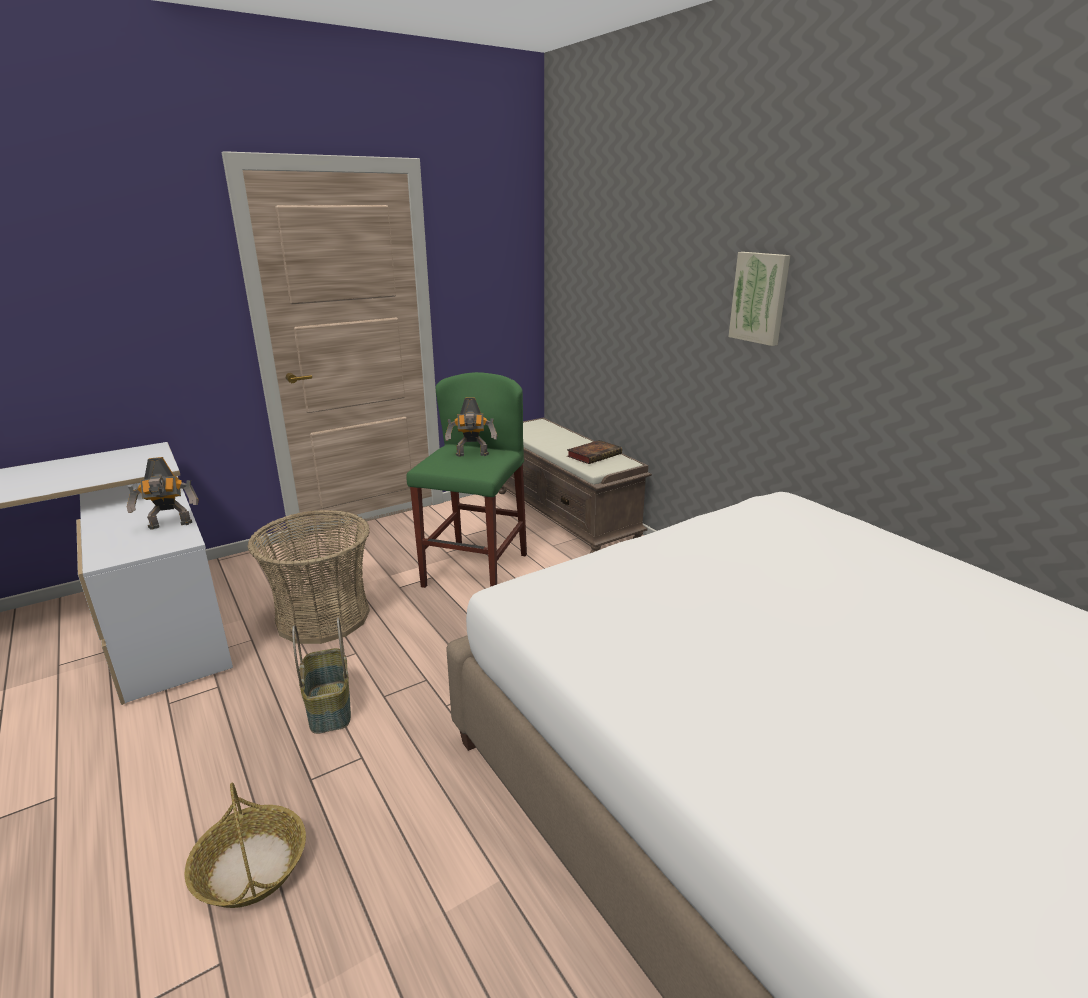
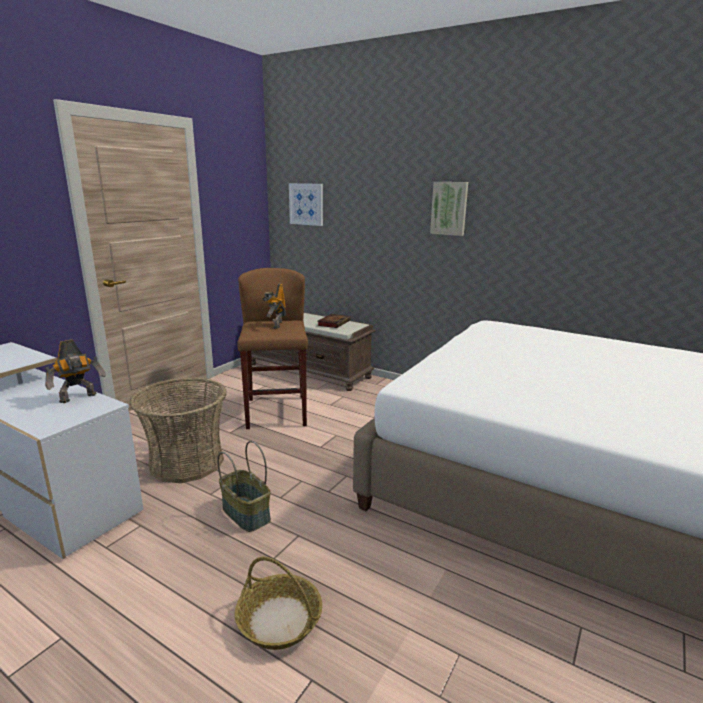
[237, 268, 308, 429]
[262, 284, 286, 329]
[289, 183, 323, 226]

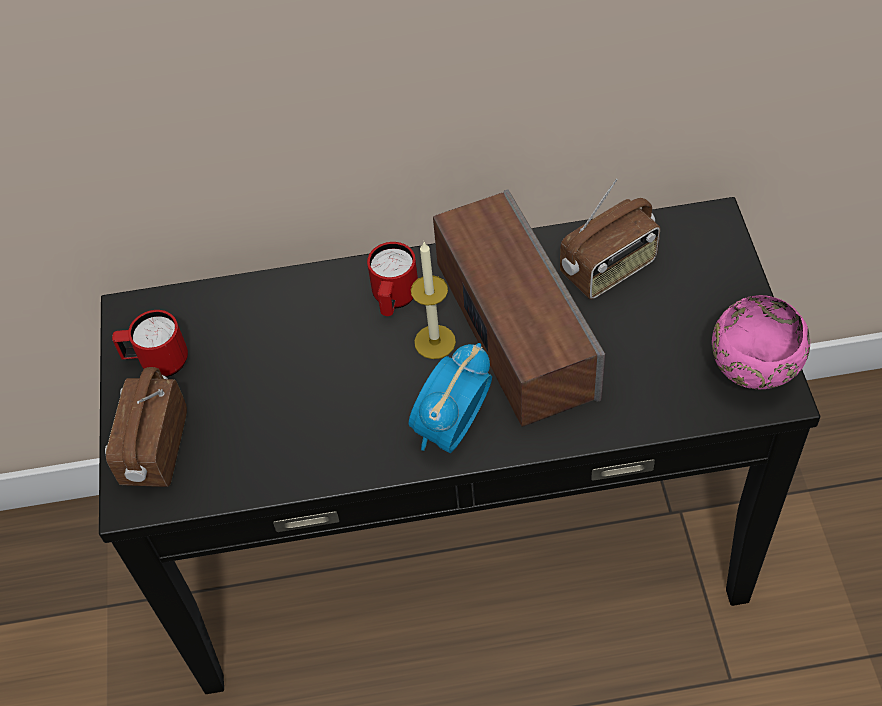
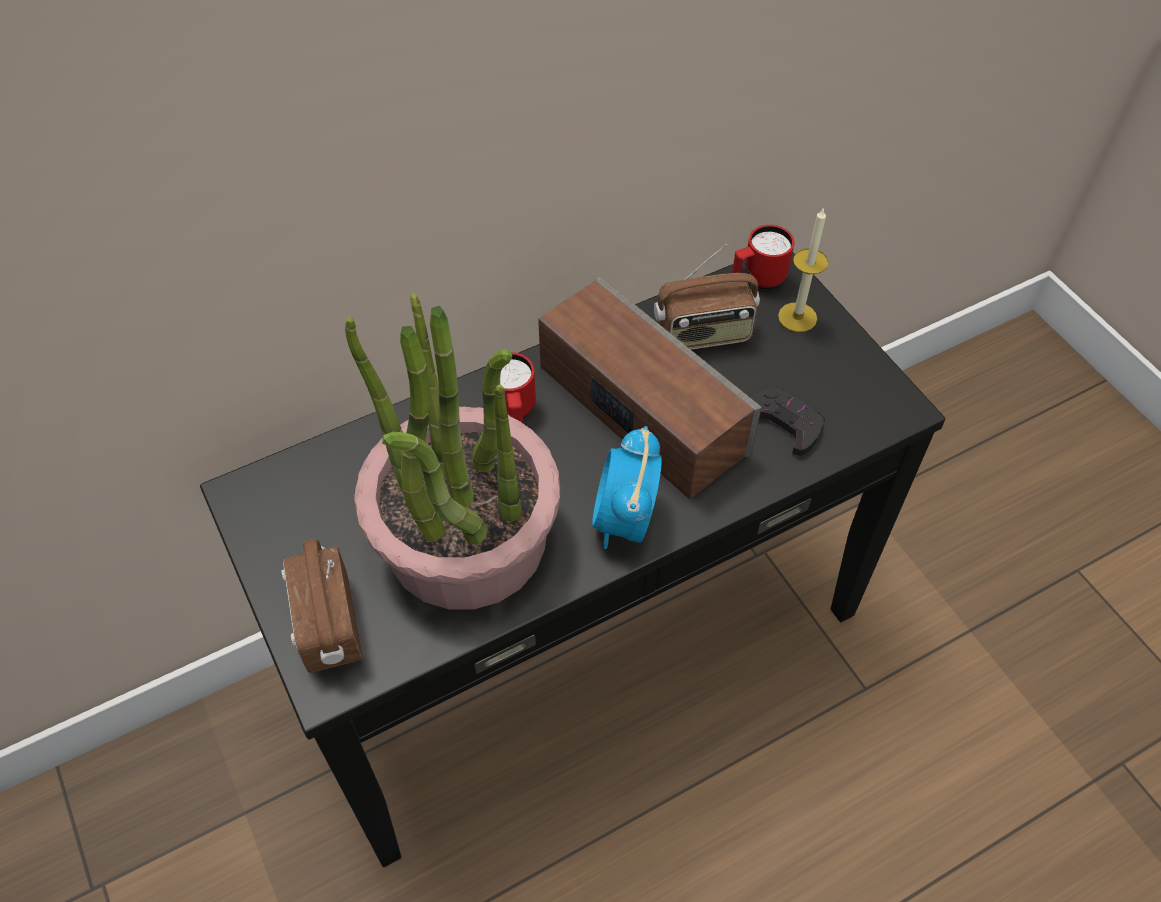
[732, 225, 795, 289]
[778, 207, 829, 332]
[654, 244, 760, 350]
[712, 295, 810, 389] (first image)
[345, 293, 561, 609]
[751, 386, 825, 456]

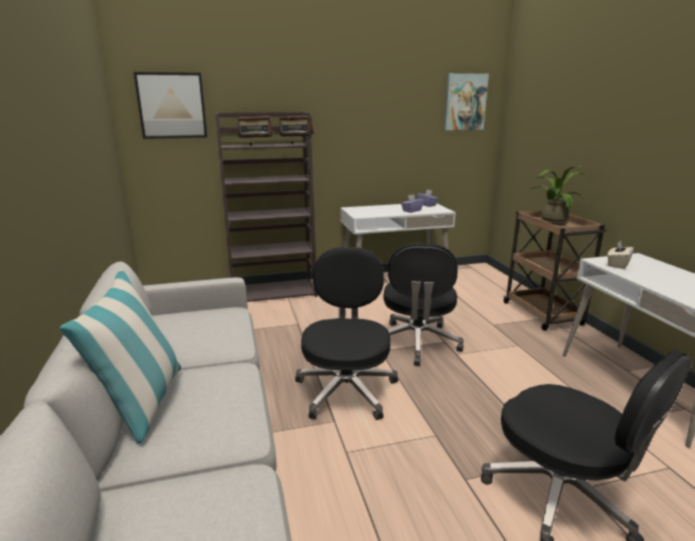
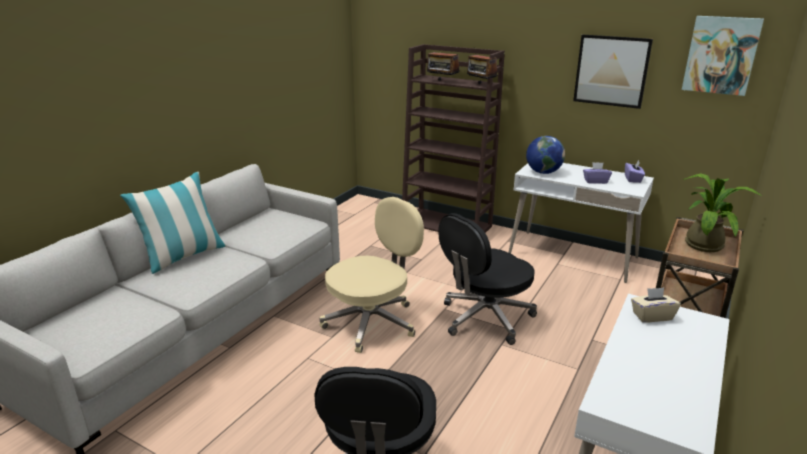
[573, 34, 653, 109]
[319, 197, 424, 353]
[526, 136, 565, 174]

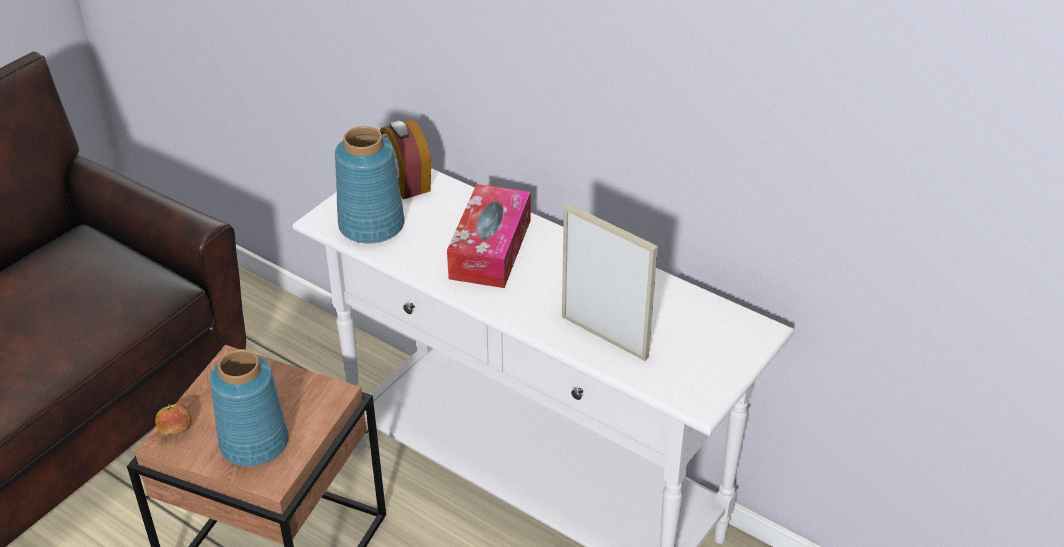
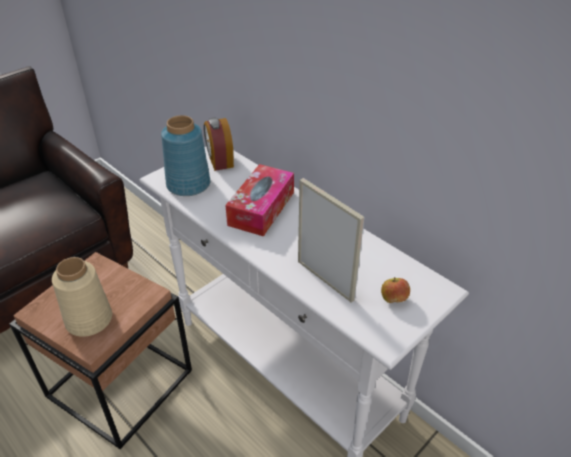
[381, 277, 410, 303]
[52, 257, 112, 337]

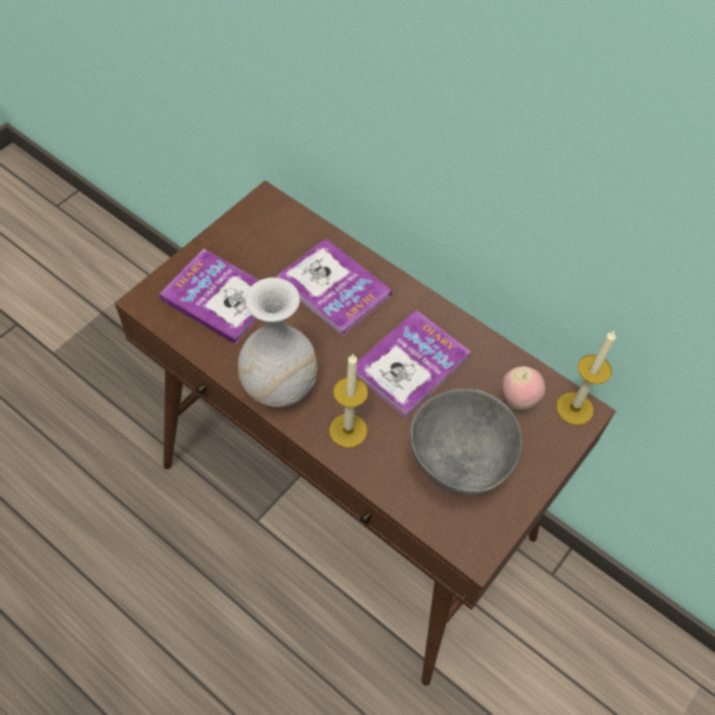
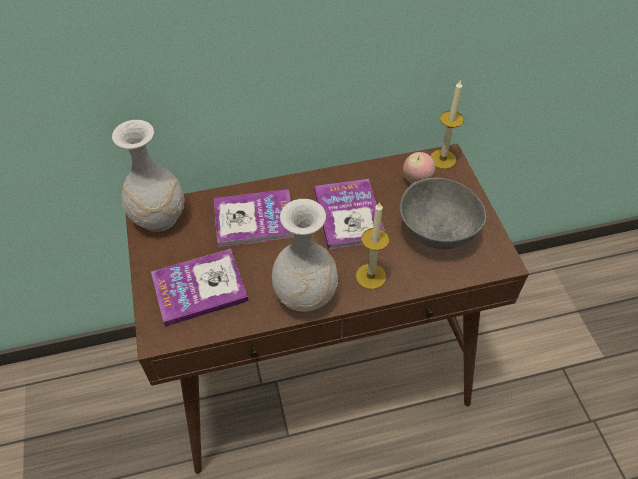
[112, 120, 185, 232]

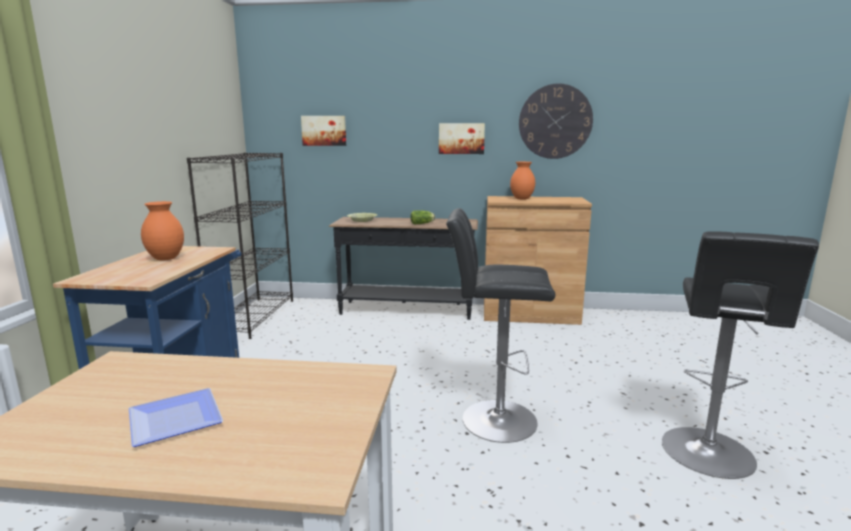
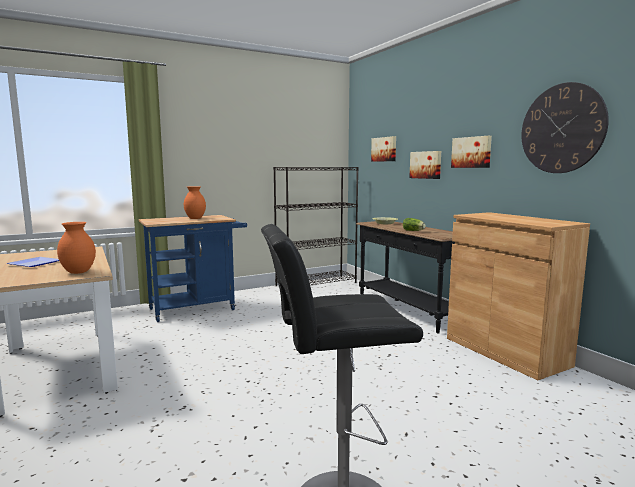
[446, 208, 555, 443] (first image)
[57, 222, 96, 274]
[409, 151, 441, 179]

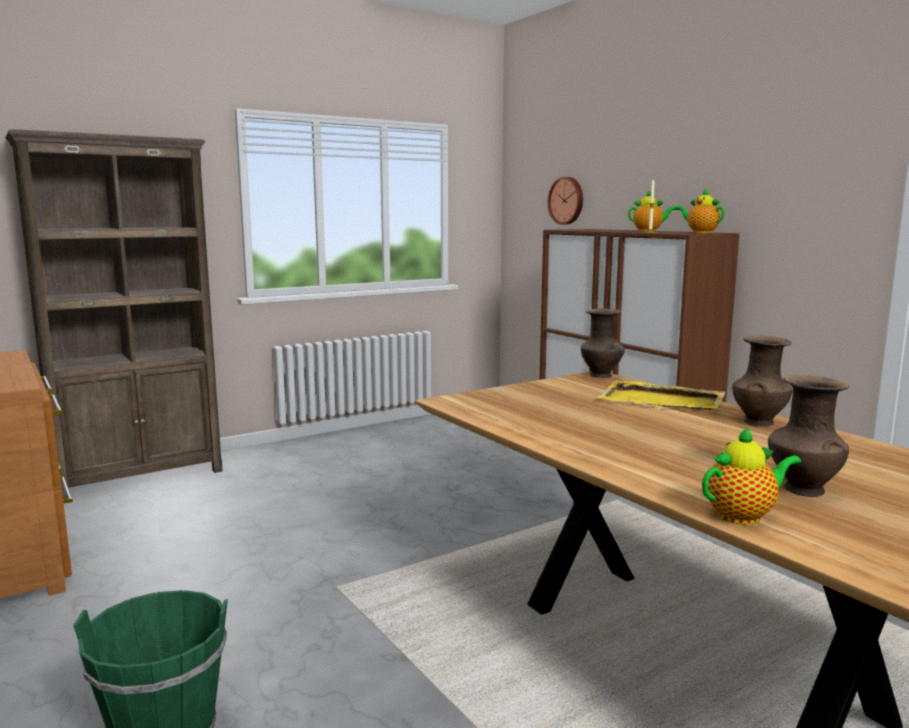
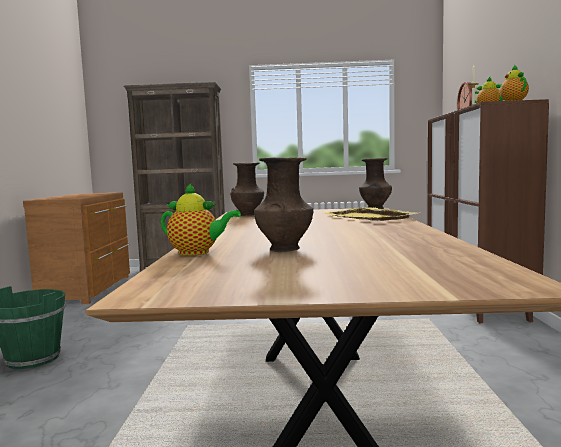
[230, 162, 264, 216]

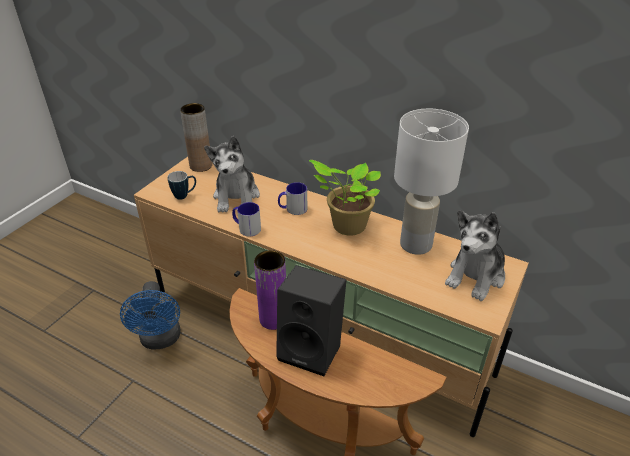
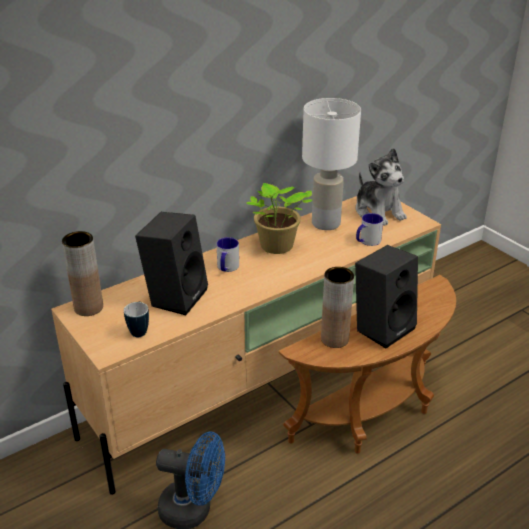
[135, 212, 208, 315]
[356, 213, 383, 246]
[321, 267, 354, 348]

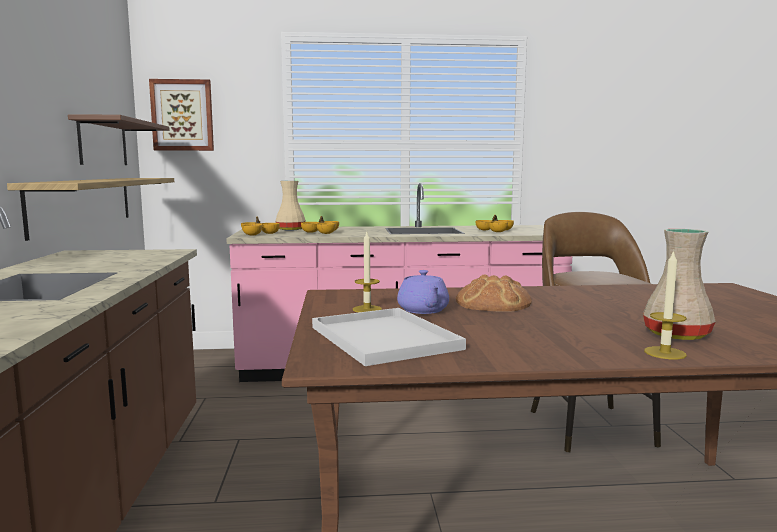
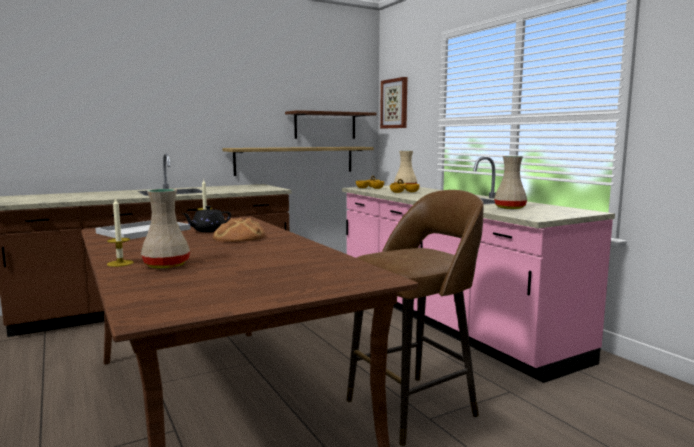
[183, 206, 231, 232]
[494, 156, 527, 209]

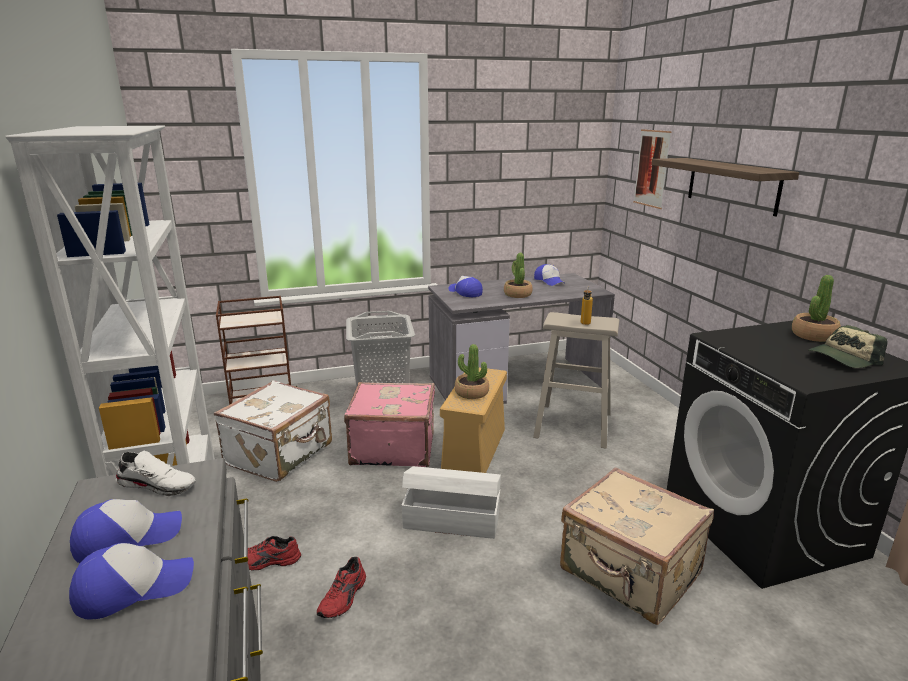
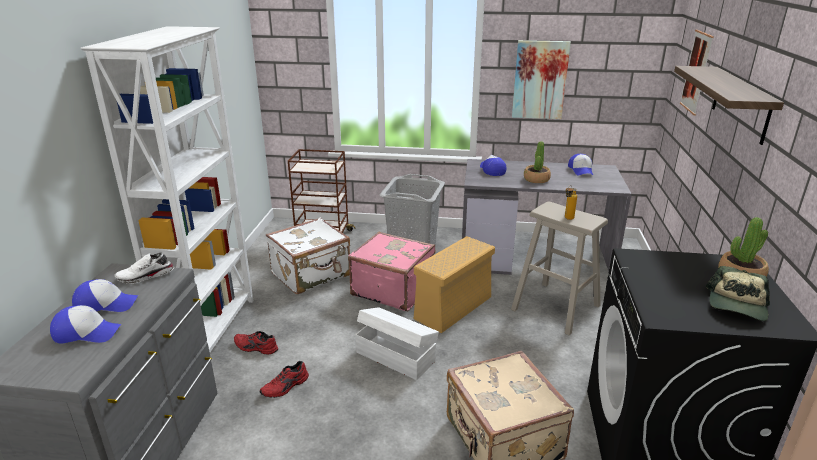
[114, 252, 174, 284]
[455, 344, 489, 399] (first image)
[705, 266, 770, 321]
[512, 40, 571, 119]

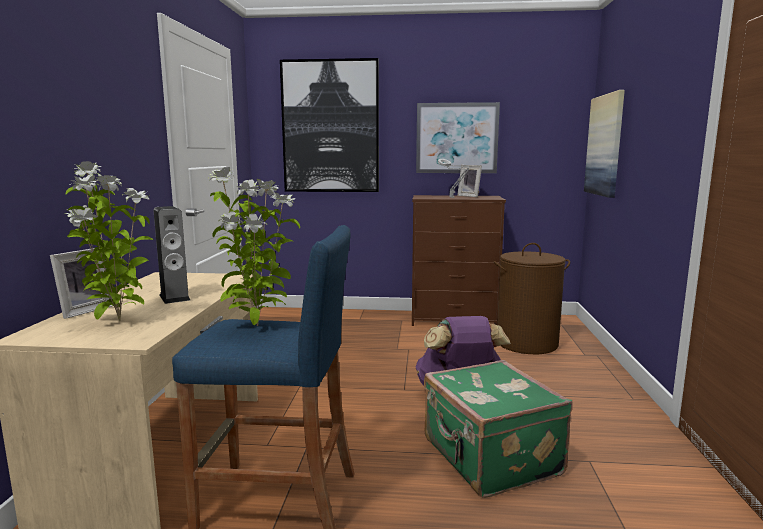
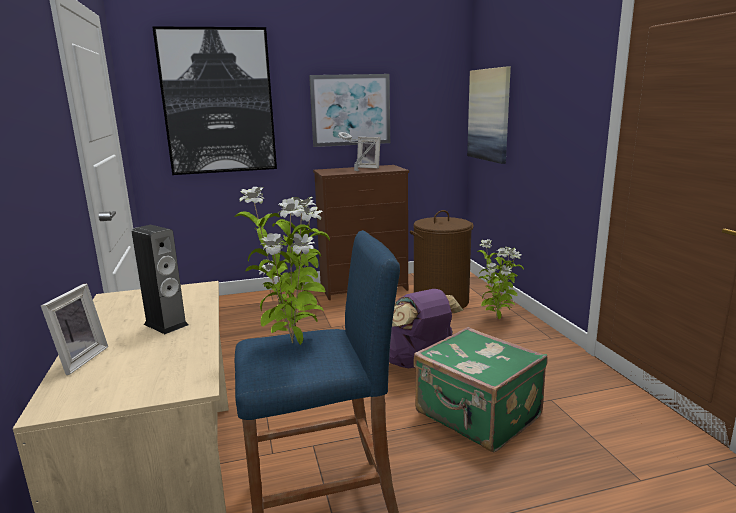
[477, 239, 524, 319]

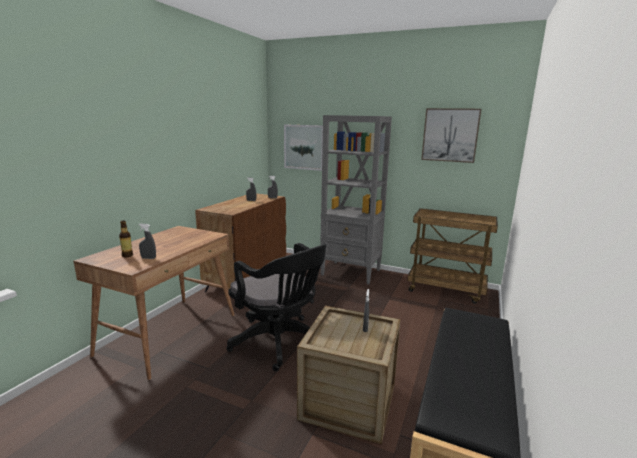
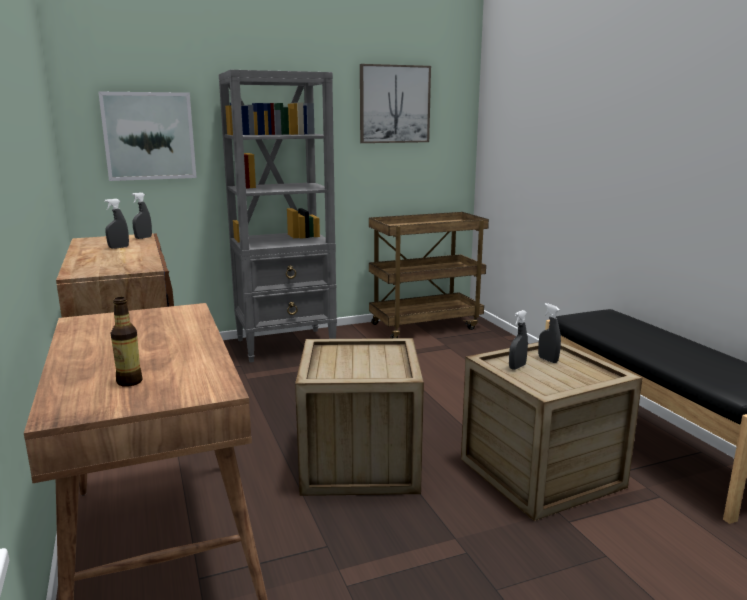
[509, 310, 528, 370]
[295, 338, 424, 496]

